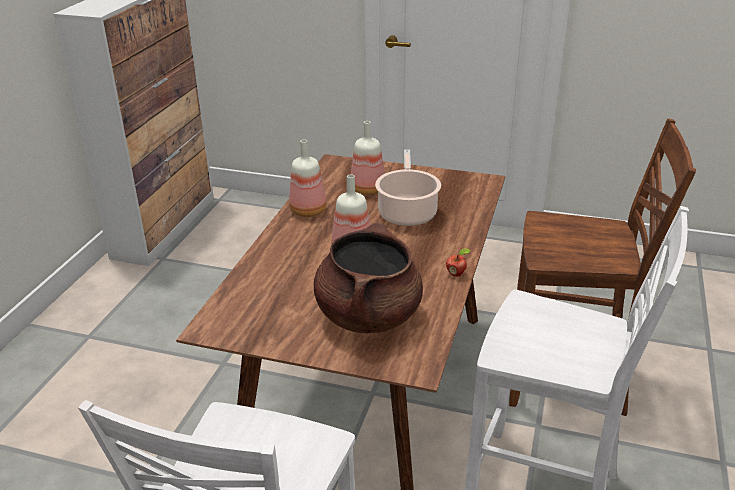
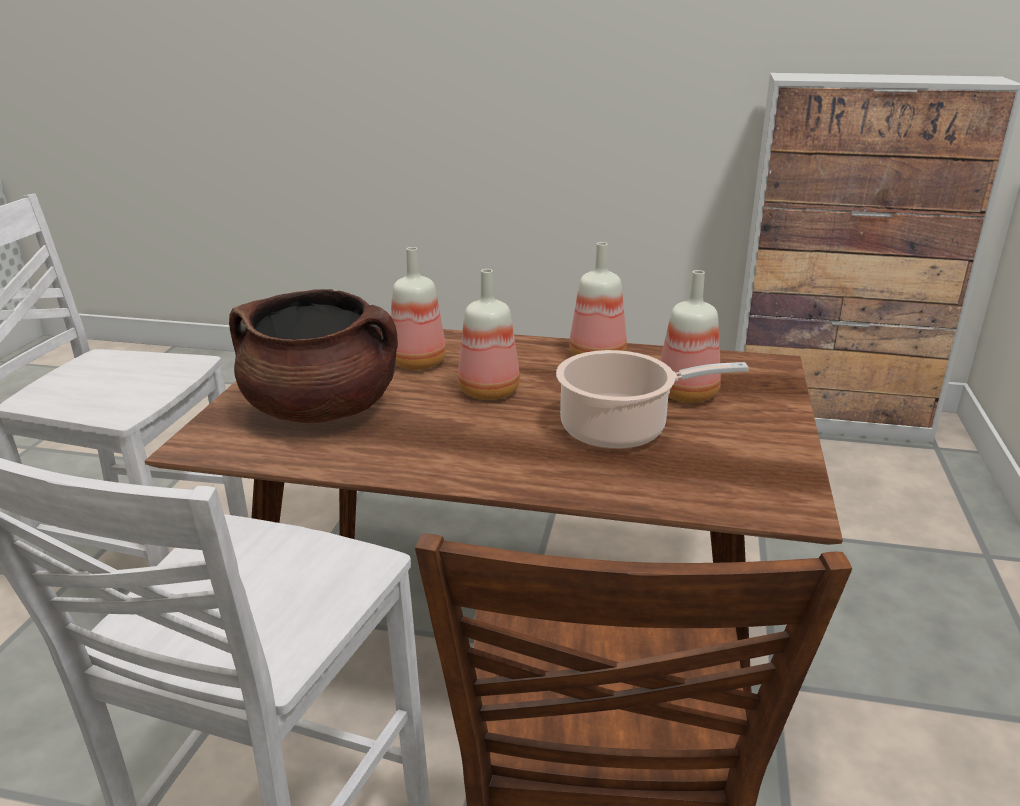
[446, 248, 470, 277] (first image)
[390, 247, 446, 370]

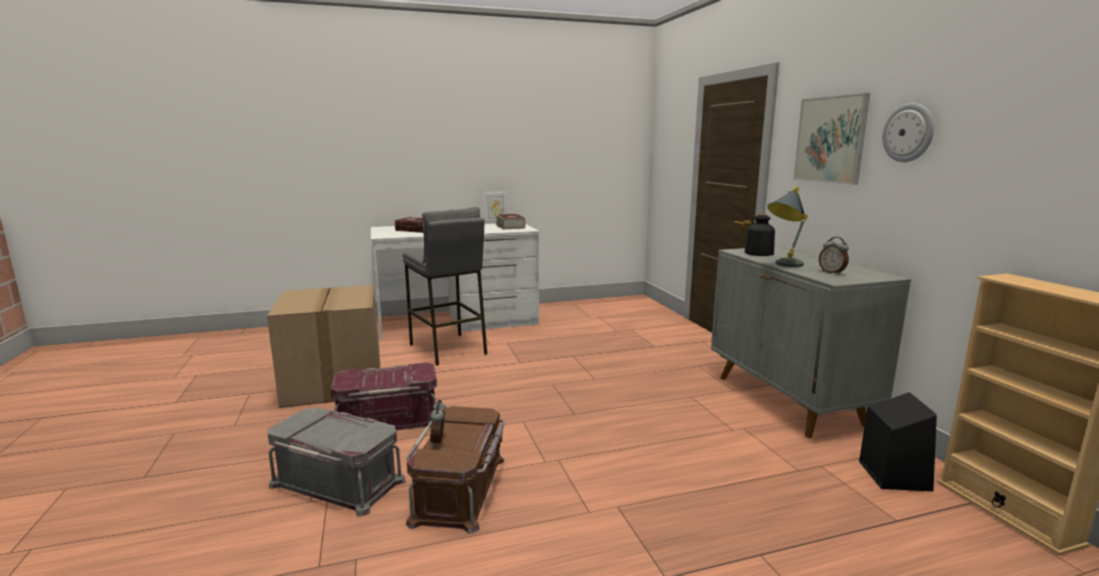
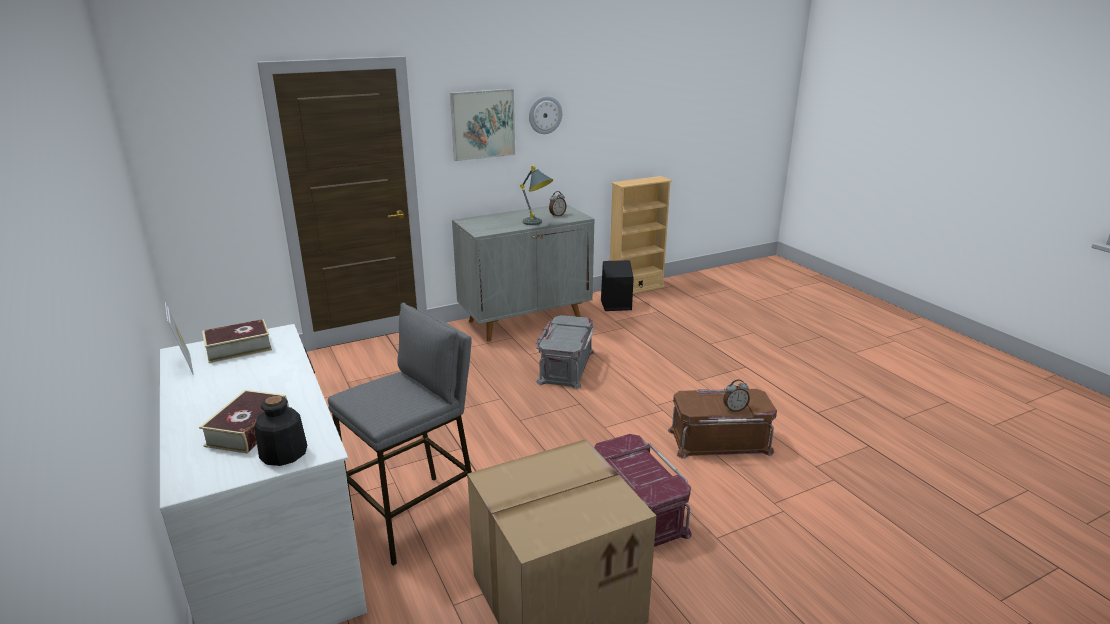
[536, 315, 595, 389]
[254, 396, 307, 466]

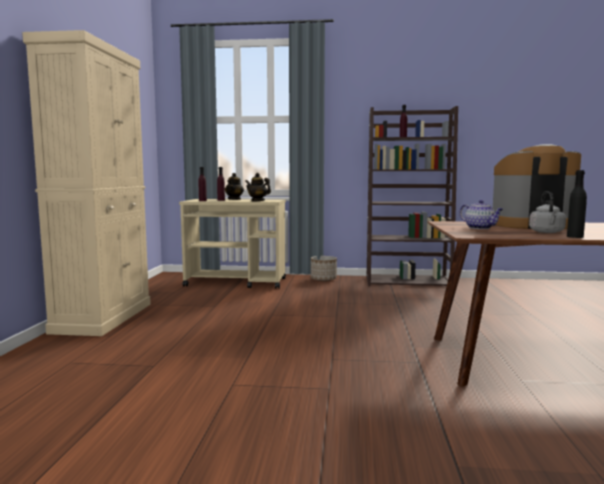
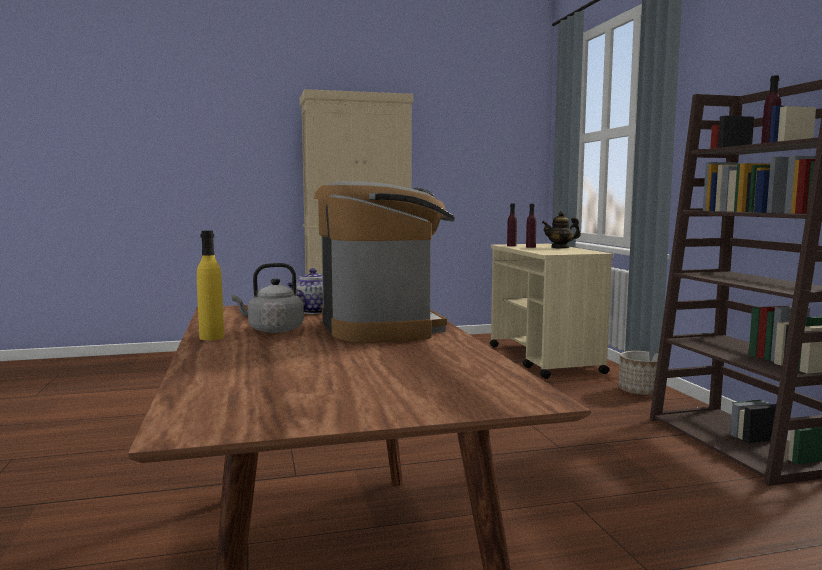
[245, 173, 271, 201] (first image)
[197, 230, 224, 340]

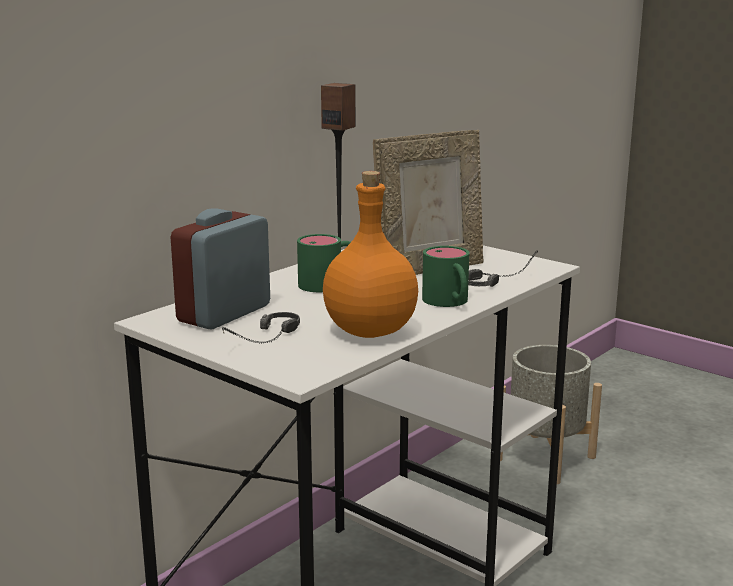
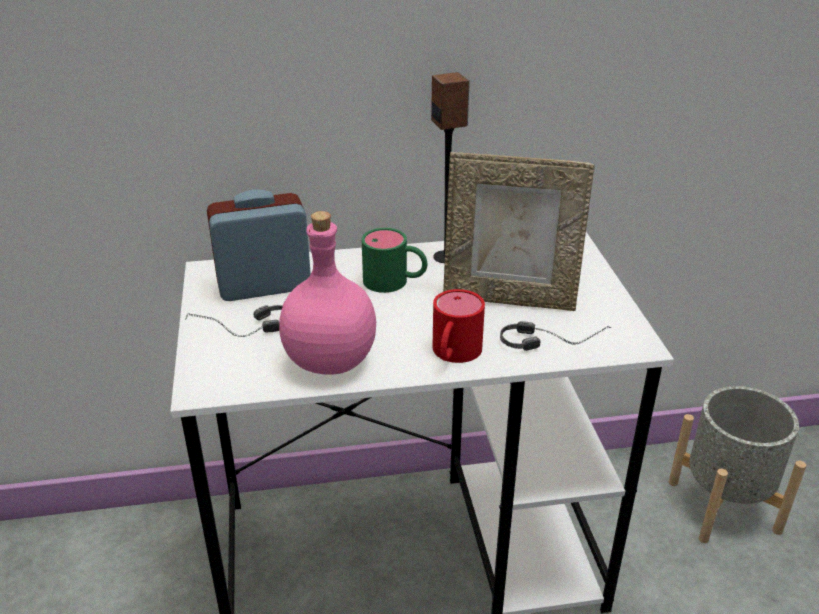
[279, 211, 376, 374]
[433, 289, 485, 363]

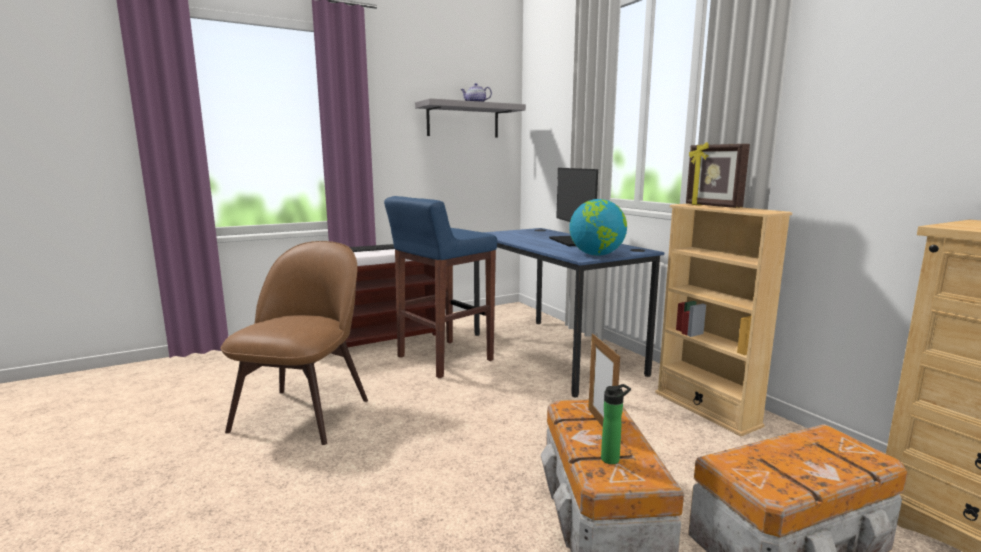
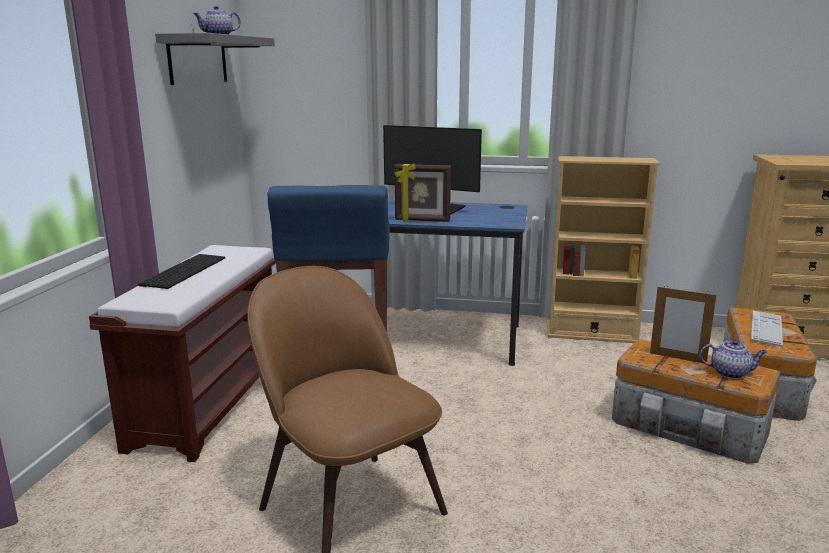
[569, 199, 627, 256] (first image)
[700, 340, 767, 379]
[395, 164, 451, 222]
[751, 311, 783, 347]

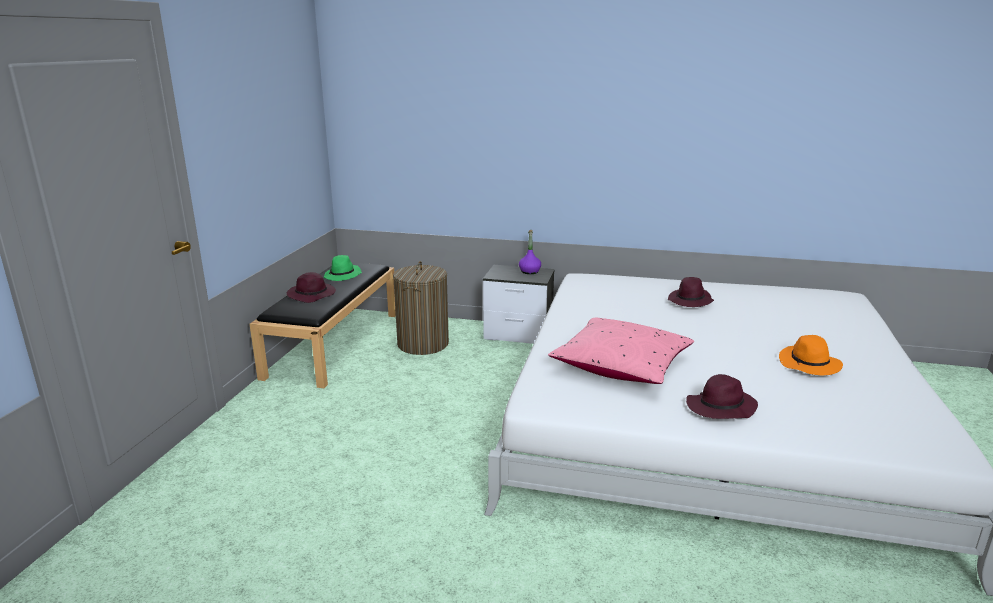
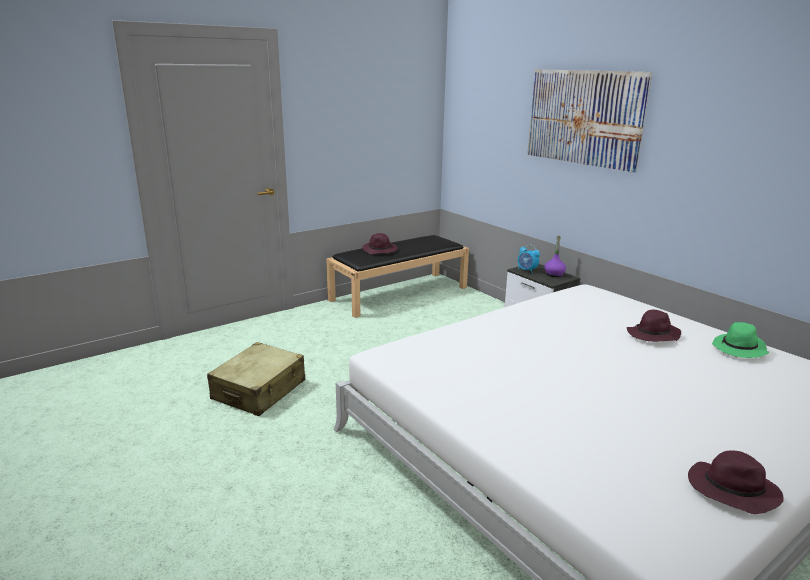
[712, 322, 769, 358]
[393, 261, 449, 355] (first image)
[548, 318, 694, 384] (first image)
[688, 450, 783, 514]
[779, 335, 843, 375] (first image)
[207, 342, 305, 416]
[518, 245, 540, 273]
[527, 69, 652, 173]

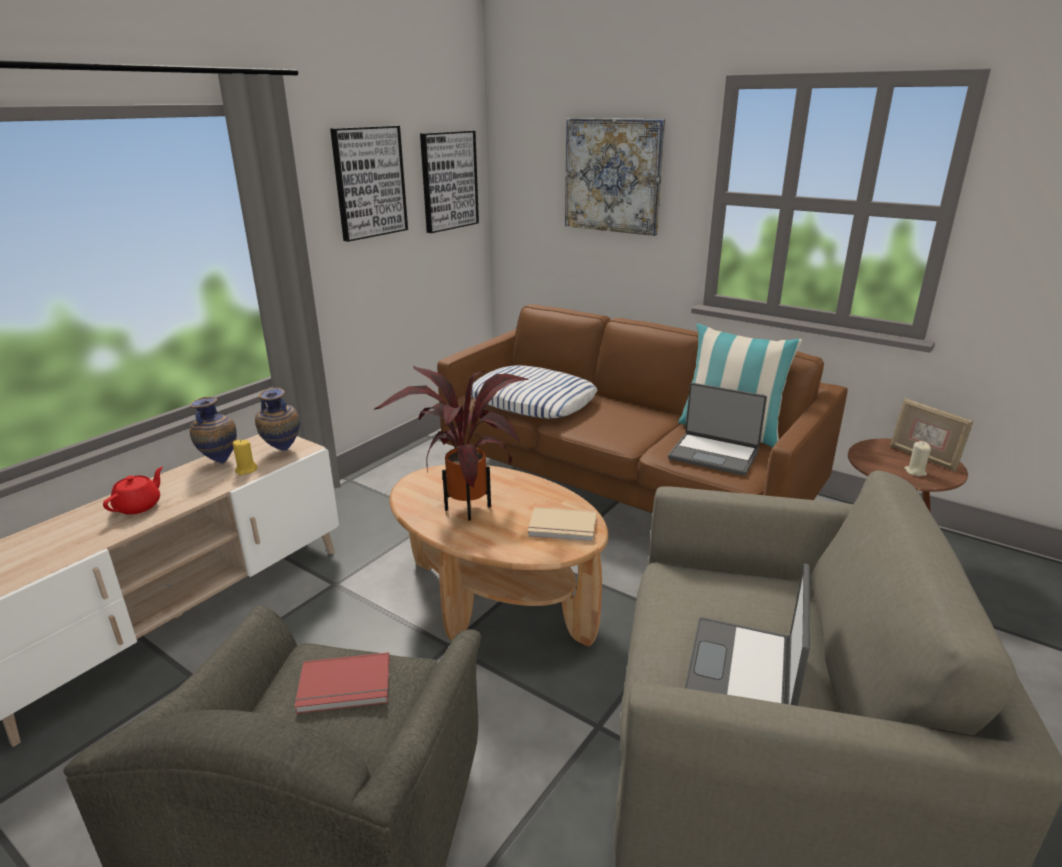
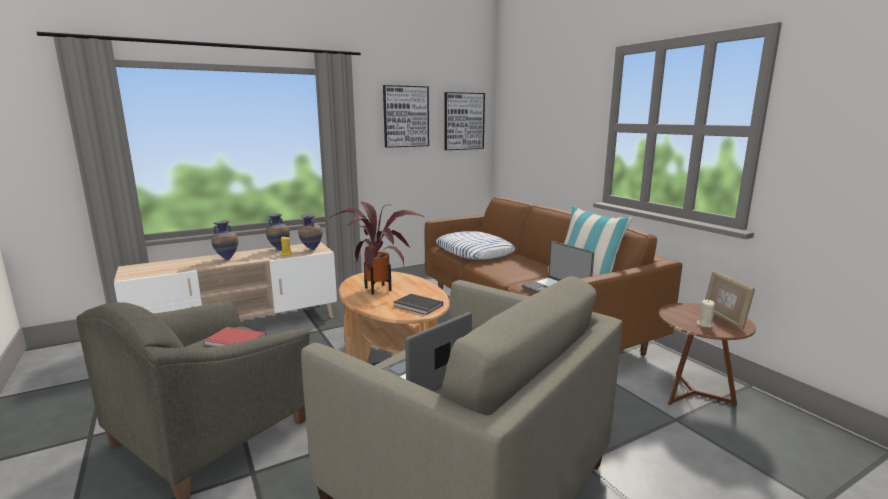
[211, 220, 238, 260]
[393, 294, 443, 315]
[565, 118, 665, 236] (first image)

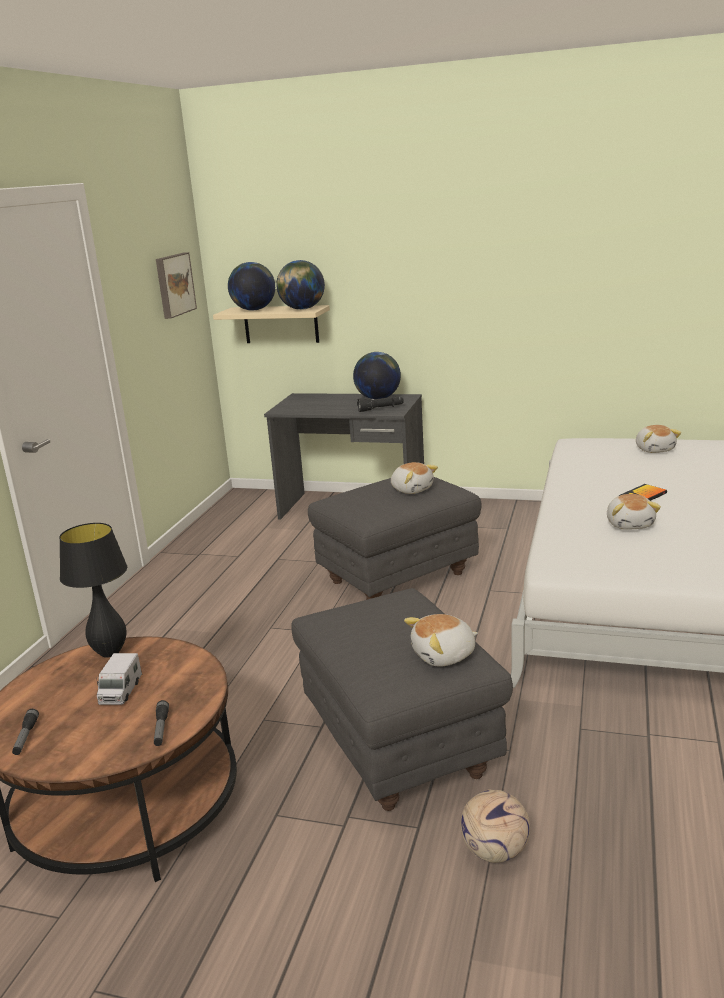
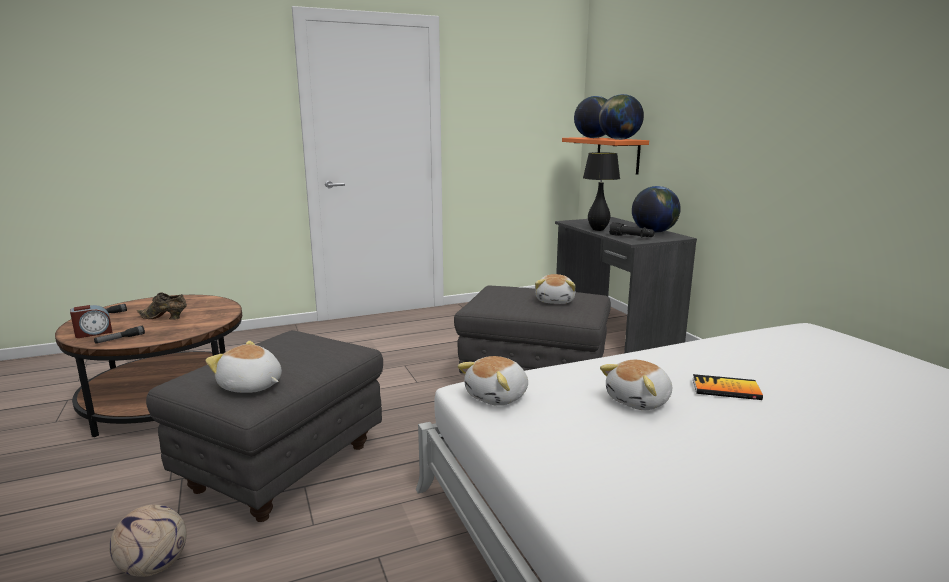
[583, 152, 620, 231]
[137, 293, 187, 320]
[156, 252, 197, 319] (first image)
[562, 137, 649, 175]
[458, 356, 528, 406]
[70, 305, 113, 338]

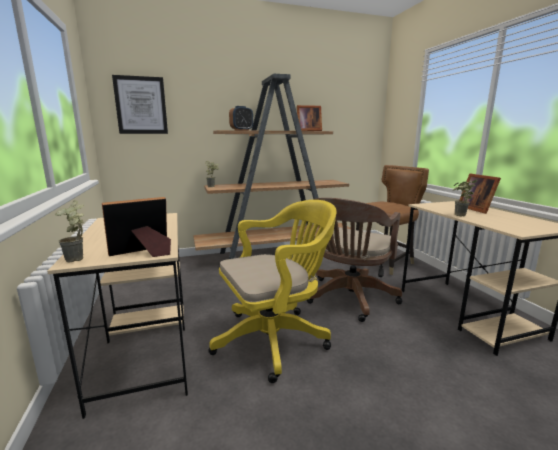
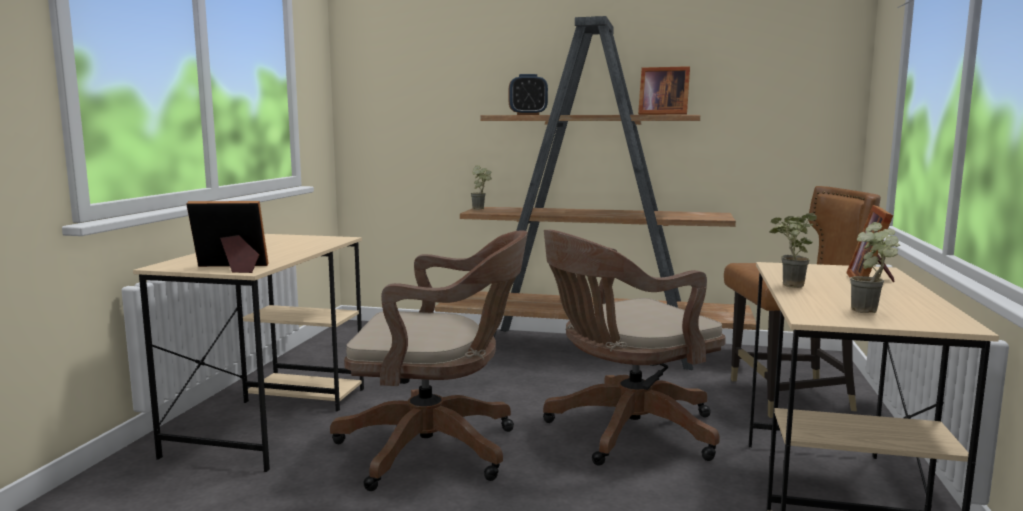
[850, 222, 900, 313]
[112, 75, 168, 134] (first image)
[330, 230, 528, 491]

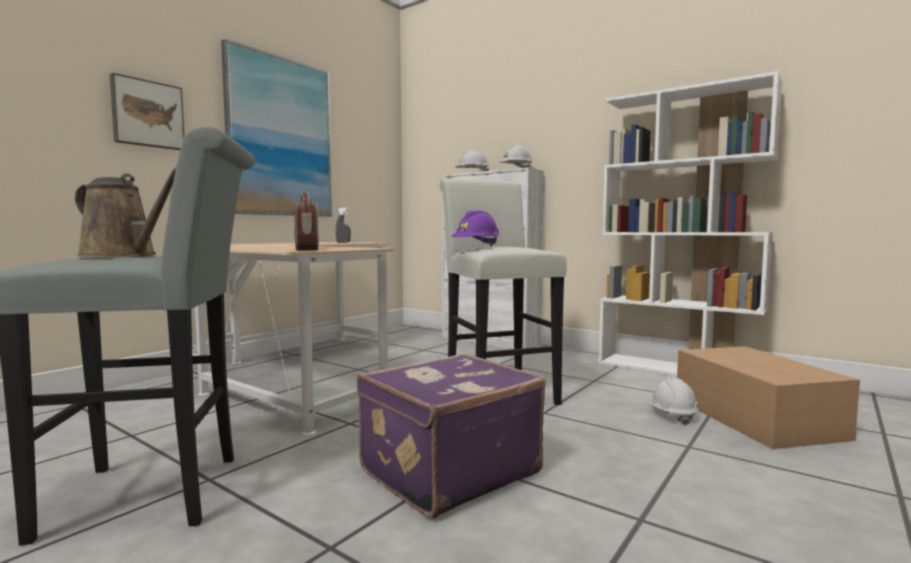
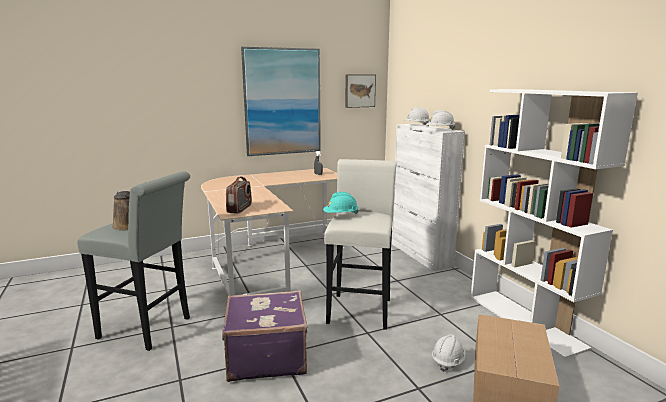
[345, 74, 376, 108]
[323, 192, 359, 214]

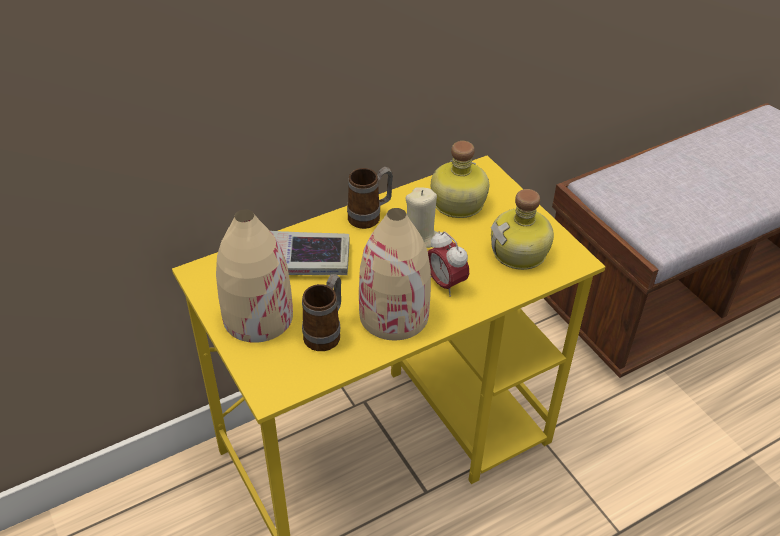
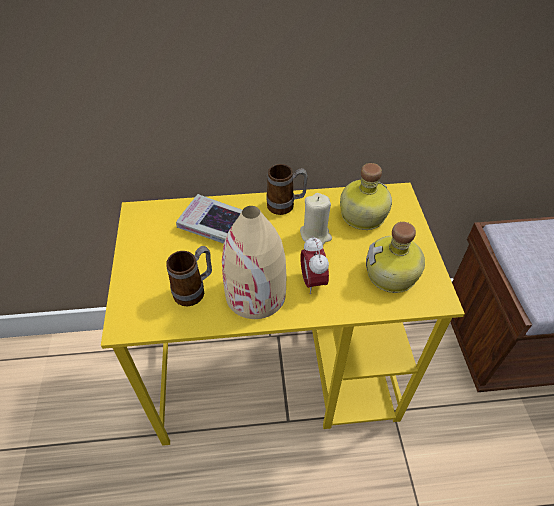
[216, 209, 293, 343] (first image)

